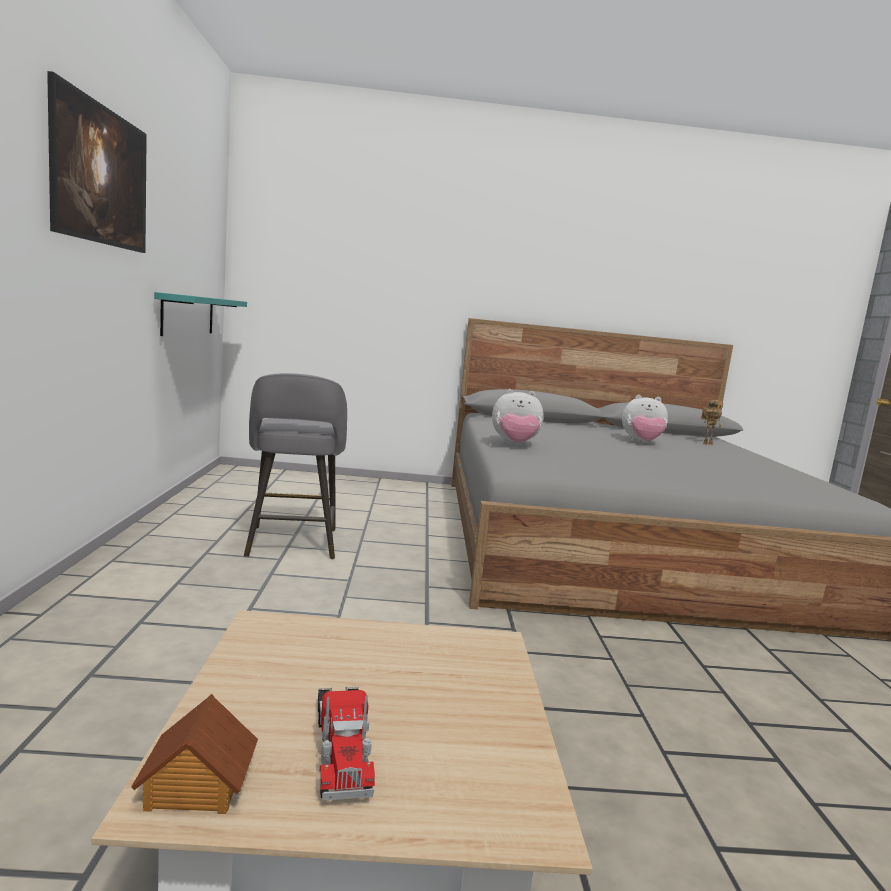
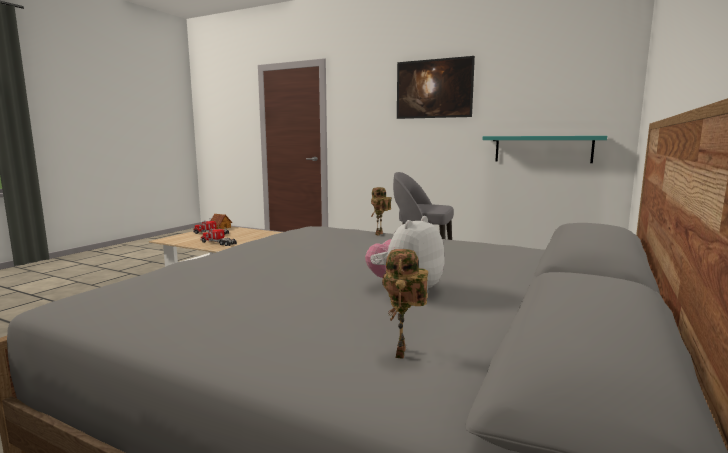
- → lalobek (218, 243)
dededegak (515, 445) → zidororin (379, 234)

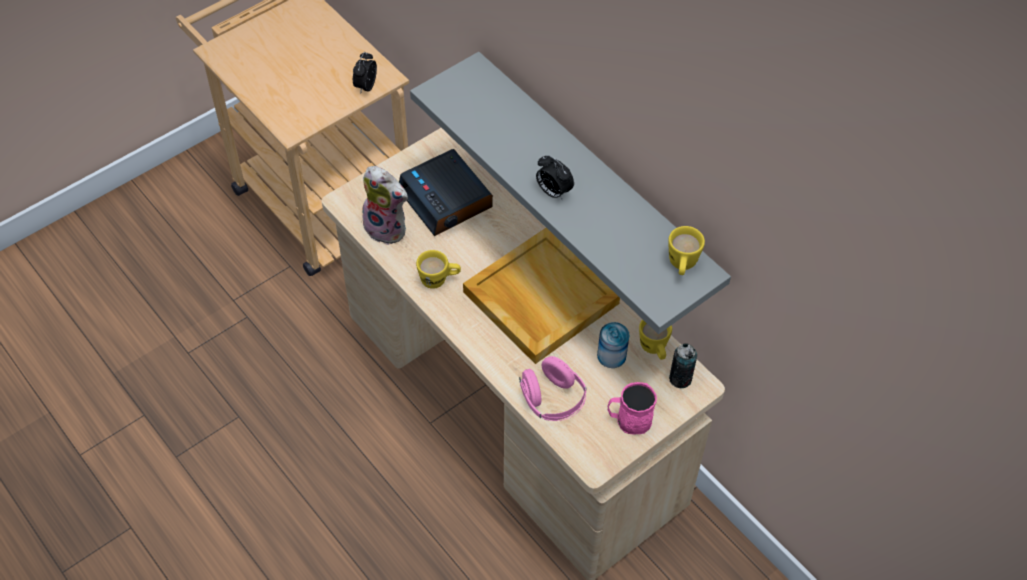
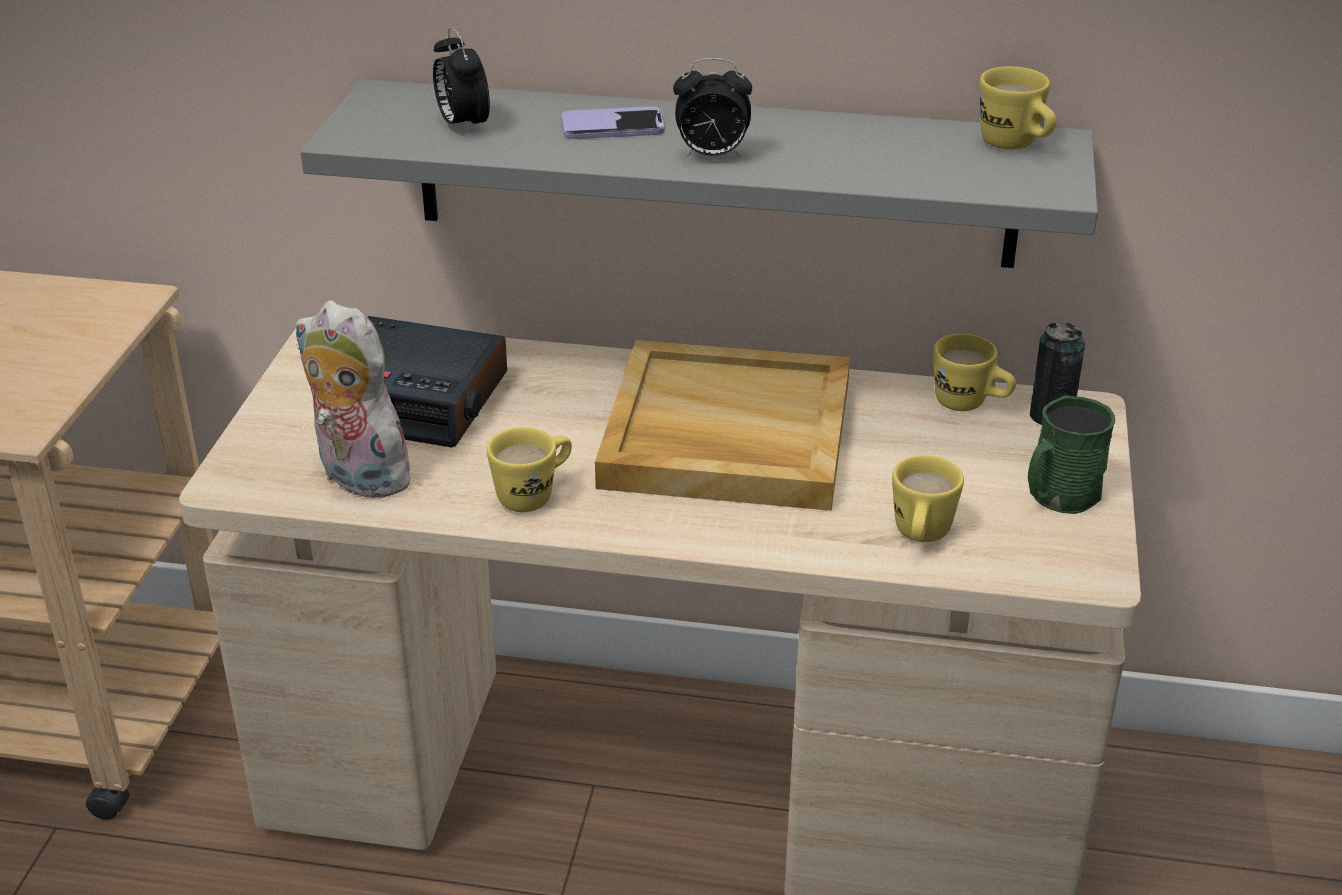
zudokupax (611, 355) → -
- → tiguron (612, 127)
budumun (365, 86) → budumun (462, 125), shifted
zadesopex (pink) (552, 400) → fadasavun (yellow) (920, 537)
fadasavun (pink) (629, 420) → fadasavun (green) (1058, 497)
dededegak (388, 228) → dededegak (357, 477), 135 degrees counterclockwise

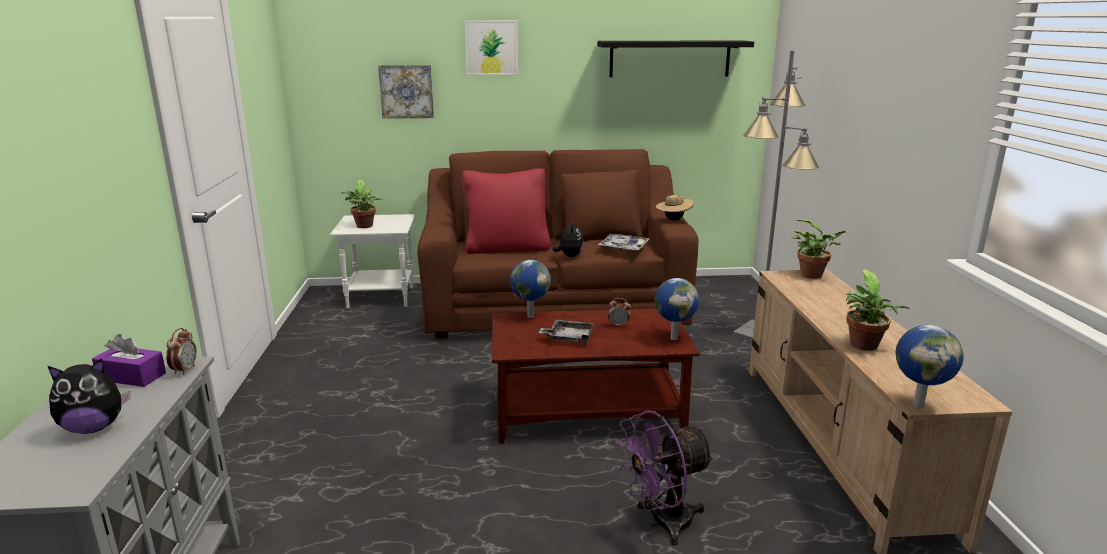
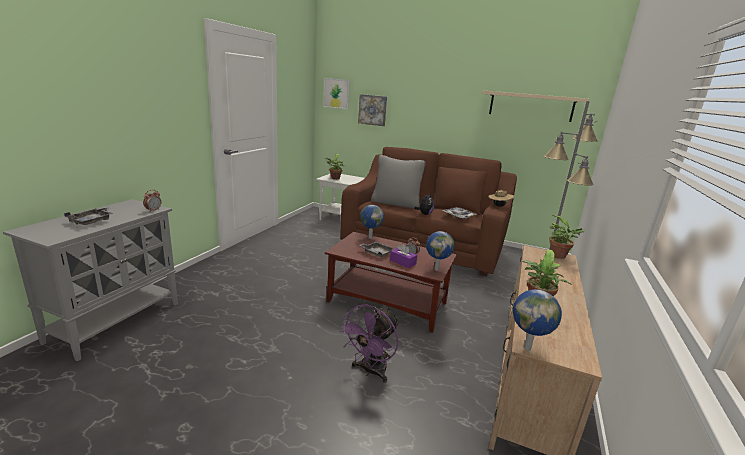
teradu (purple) (132, 376) → teradu (purple) (402, 262), shifted
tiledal (491, 47) → tiledal (336, 93), shifted
dededegak (94, 428) → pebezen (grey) (92, 221)
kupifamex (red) (507, 248) → kupifamex (grey) (396, 203)
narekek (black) (669, 58) → narekek (beige) (531, 106)
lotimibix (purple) (662, 523) → lotimibix (purple) (370, 371), 60 degrees counterclockwise

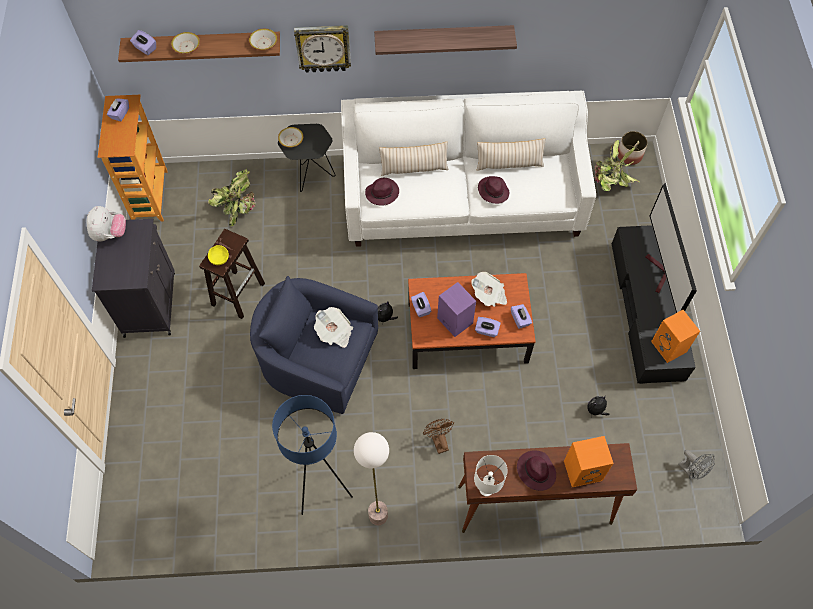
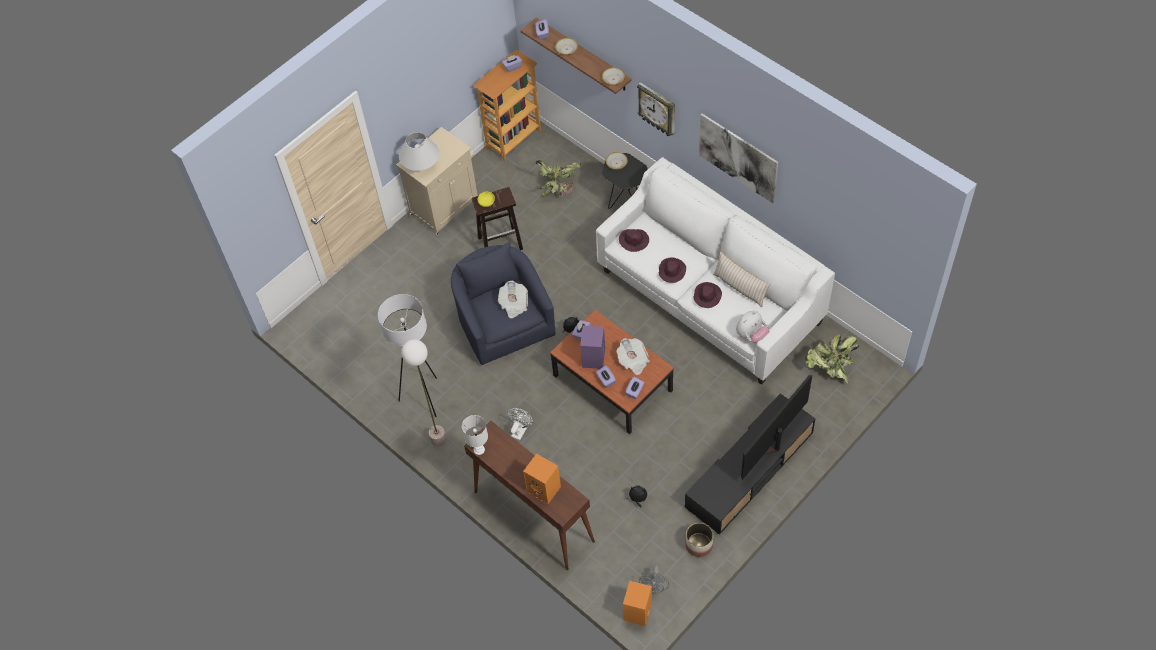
kupifamex (beige) (414, 168) → -
- → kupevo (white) (421, 165)
dededegak (110, 234) → dededegak (751, 335), shifted
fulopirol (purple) (535, 471) → fulopirol (purple) (672, 271), shifted
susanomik (629, 155) → susanomik (699, 544), shifted
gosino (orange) (669, 347) → gosino (orange) (638, 612), shifted
narekek (443, 38) → tiledal (738, 157)
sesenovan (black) (150, 302) → sesenovan (beige) (445, 207)
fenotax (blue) (322, 490) → fenotax (white) (424, 398)
lotimibix (brown) (438, 440) → lotimibix (white) (520, 430)

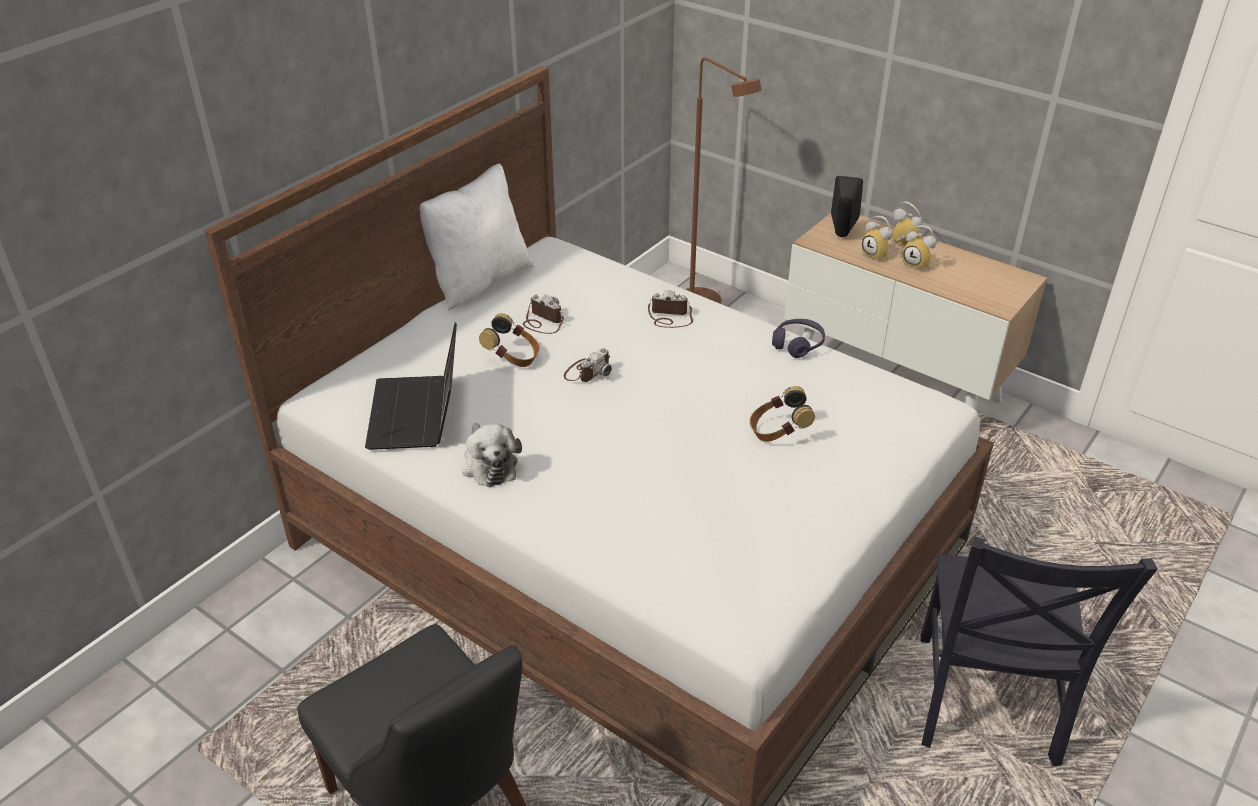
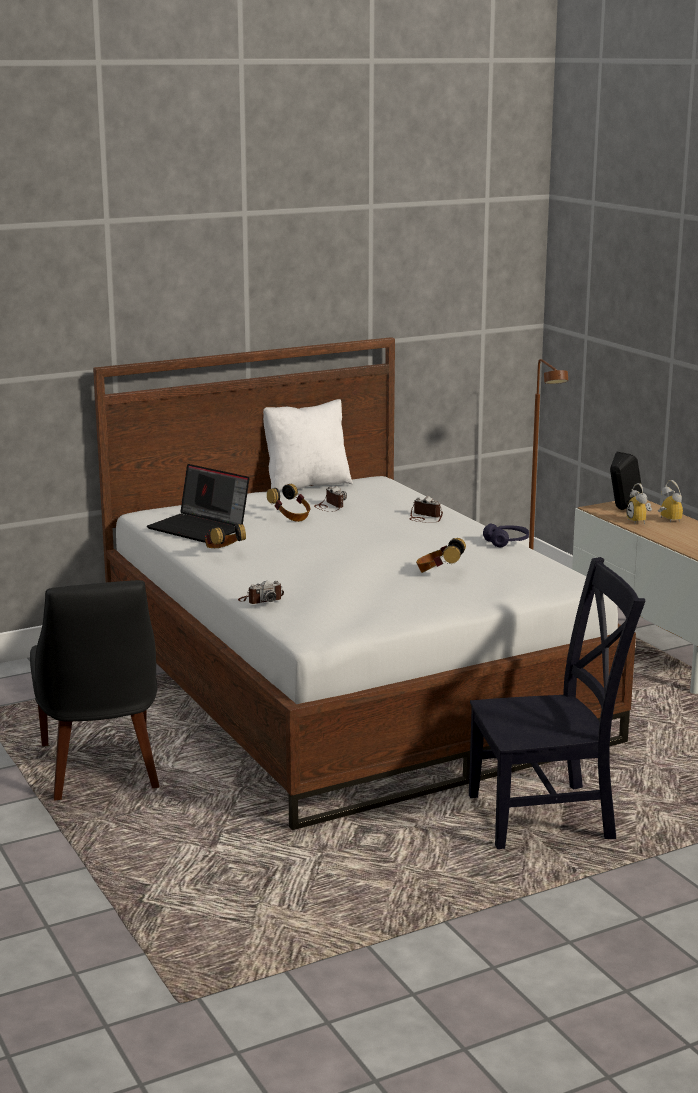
budumun (918, 264) → -
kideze (587, 371) → kideze (261, 600), shifted
dededegak (489, 464) → zadesopex (224, 552)
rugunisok (417, 415) → rugunisok (200, 528), 75 degrees counterclockwise
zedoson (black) (984, 705) → zedoson (black) (547, 817), 135 degrees counterclockwise

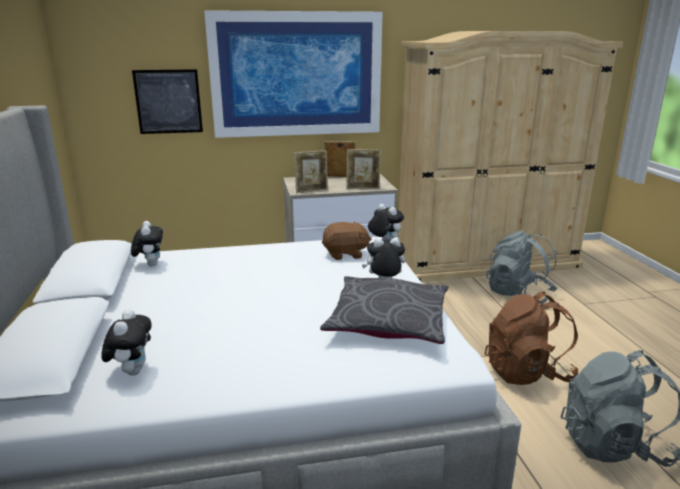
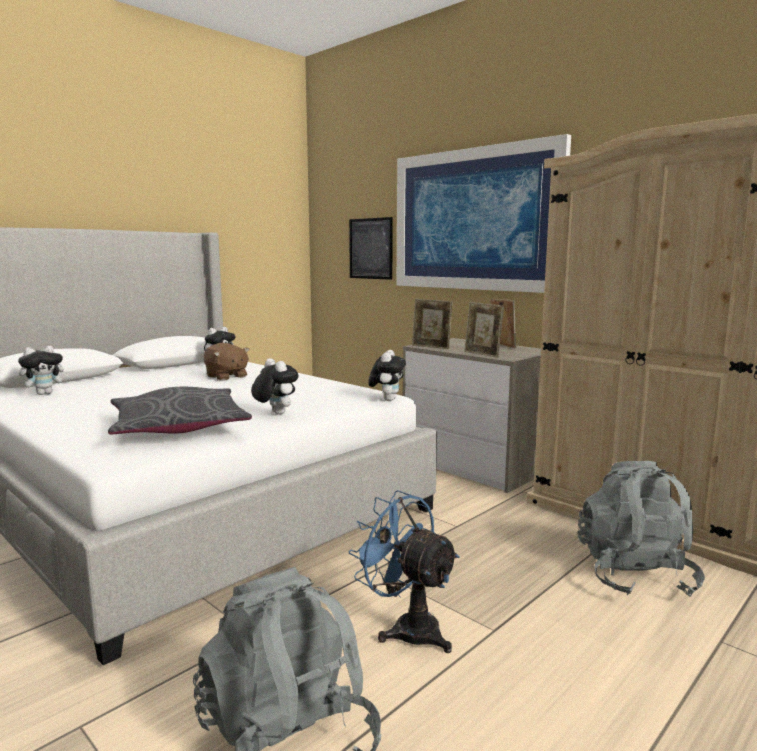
dededegak (brown) (345, 254) → dededegak (brown) (226, 377), shifted
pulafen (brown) (527, 372) → lotimibix (blue) (407, 628)

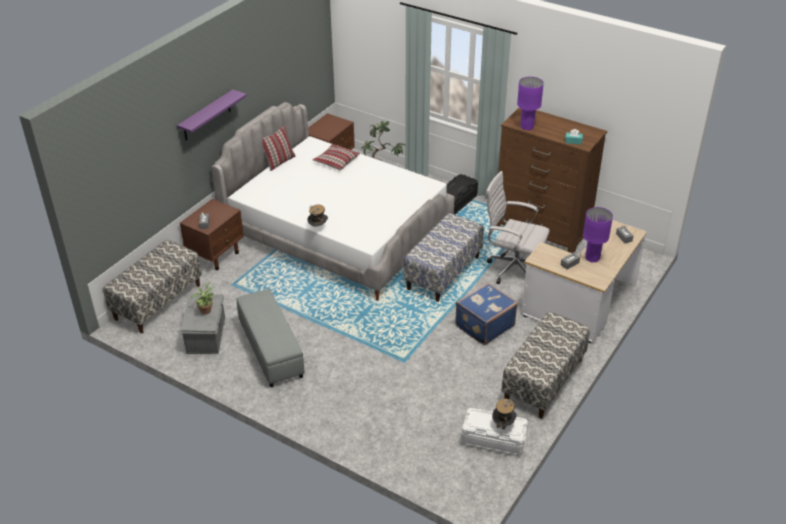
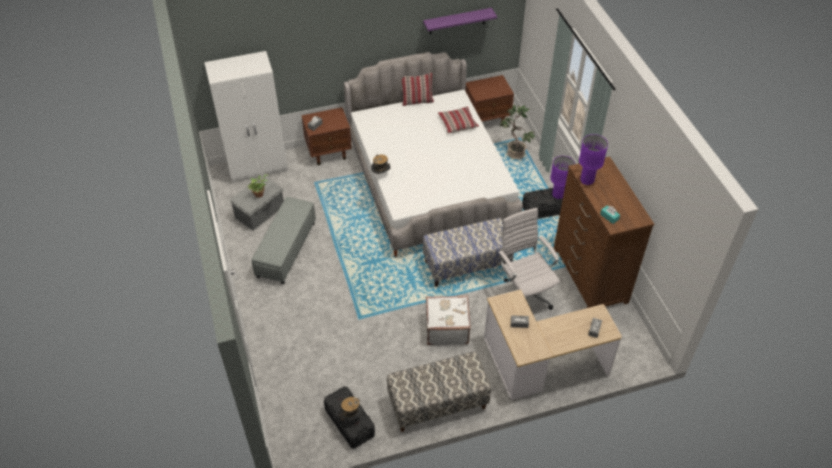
narekek (purple) (207, 116) → narekek (purple) (457, 21), shifted
kupevo (purple) (592, 258) → kupevo (purple) (558, 194), shifted
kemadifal (158, 302) → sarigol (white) (258, 167)
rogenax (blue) (484, 325) → rogenax (white) (446, 328)
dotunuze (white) (493, 440) → dotunuze (black) (349, 422)

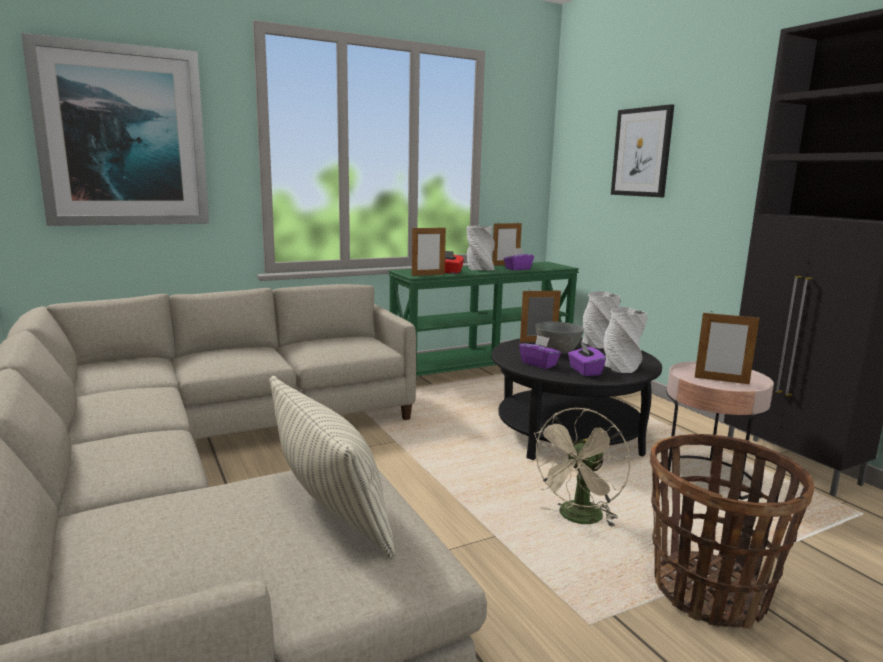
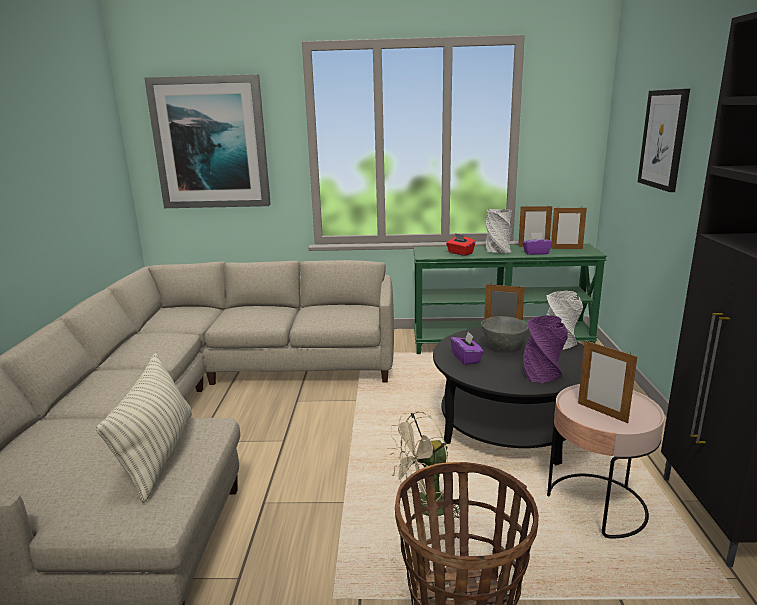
teradu (purple) (584, 371) → -
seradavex (428, 275) → seradavex (566, 248), shifted
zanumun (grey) (620, 366) → zanumun (purple) (542, 374)

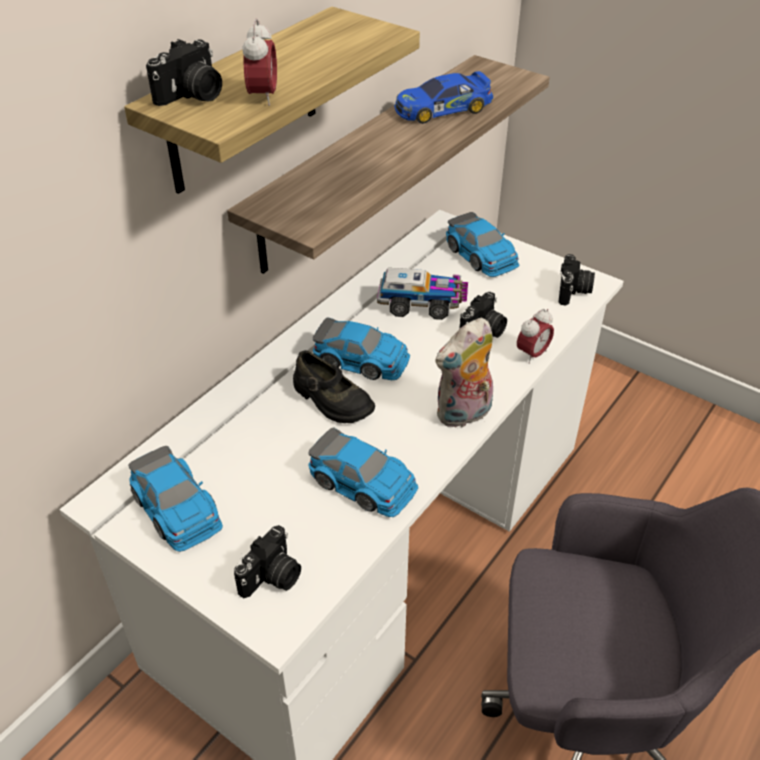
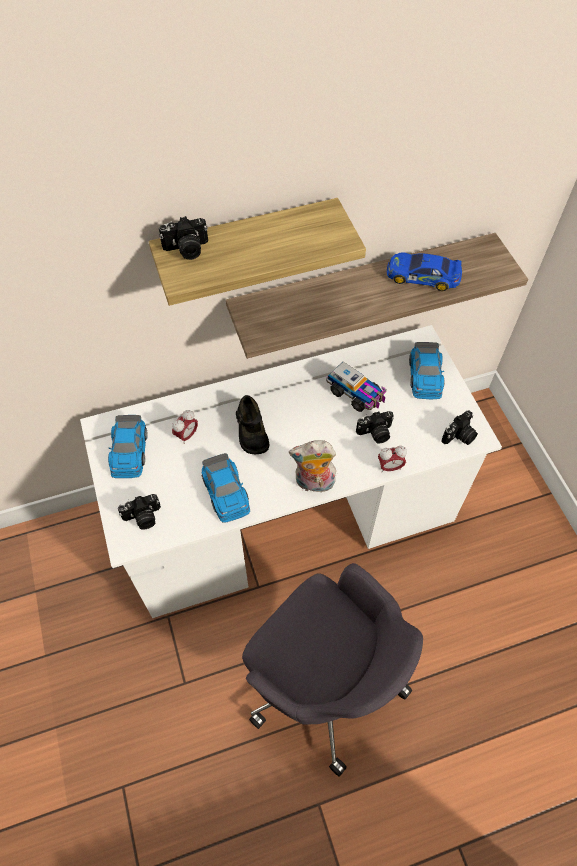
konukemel (362, 360) → -
budumun (263, 97) → budumun (187, 435), shifted

